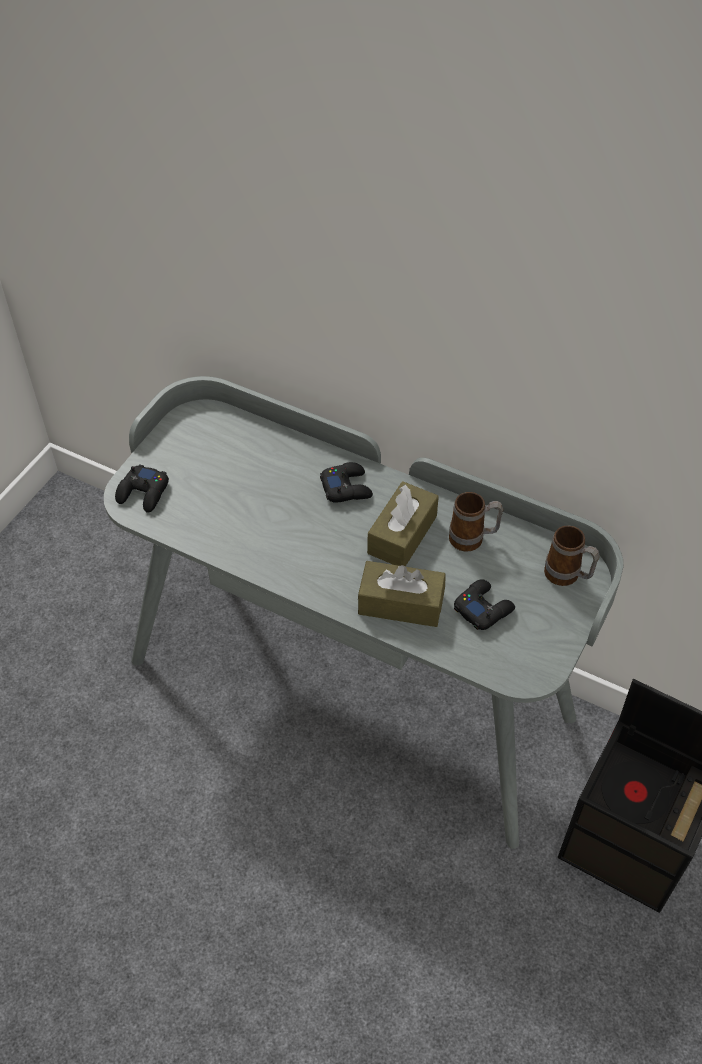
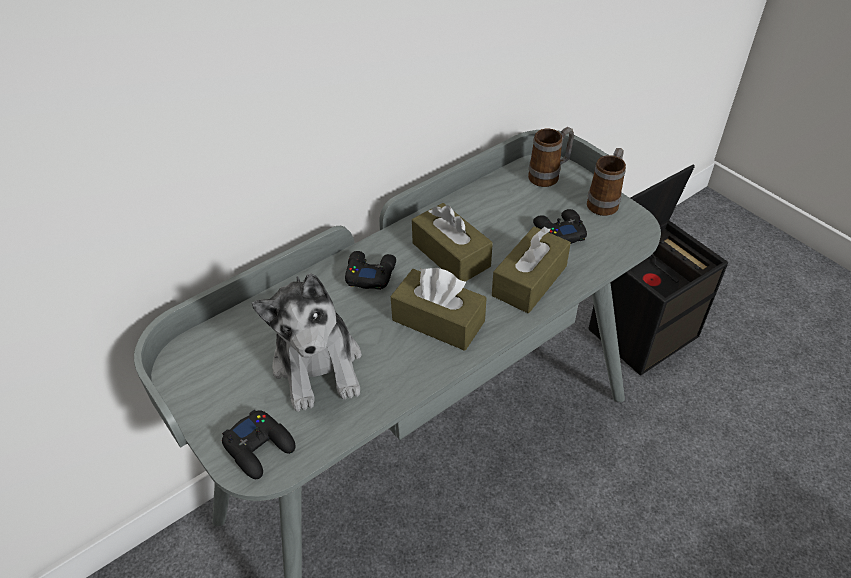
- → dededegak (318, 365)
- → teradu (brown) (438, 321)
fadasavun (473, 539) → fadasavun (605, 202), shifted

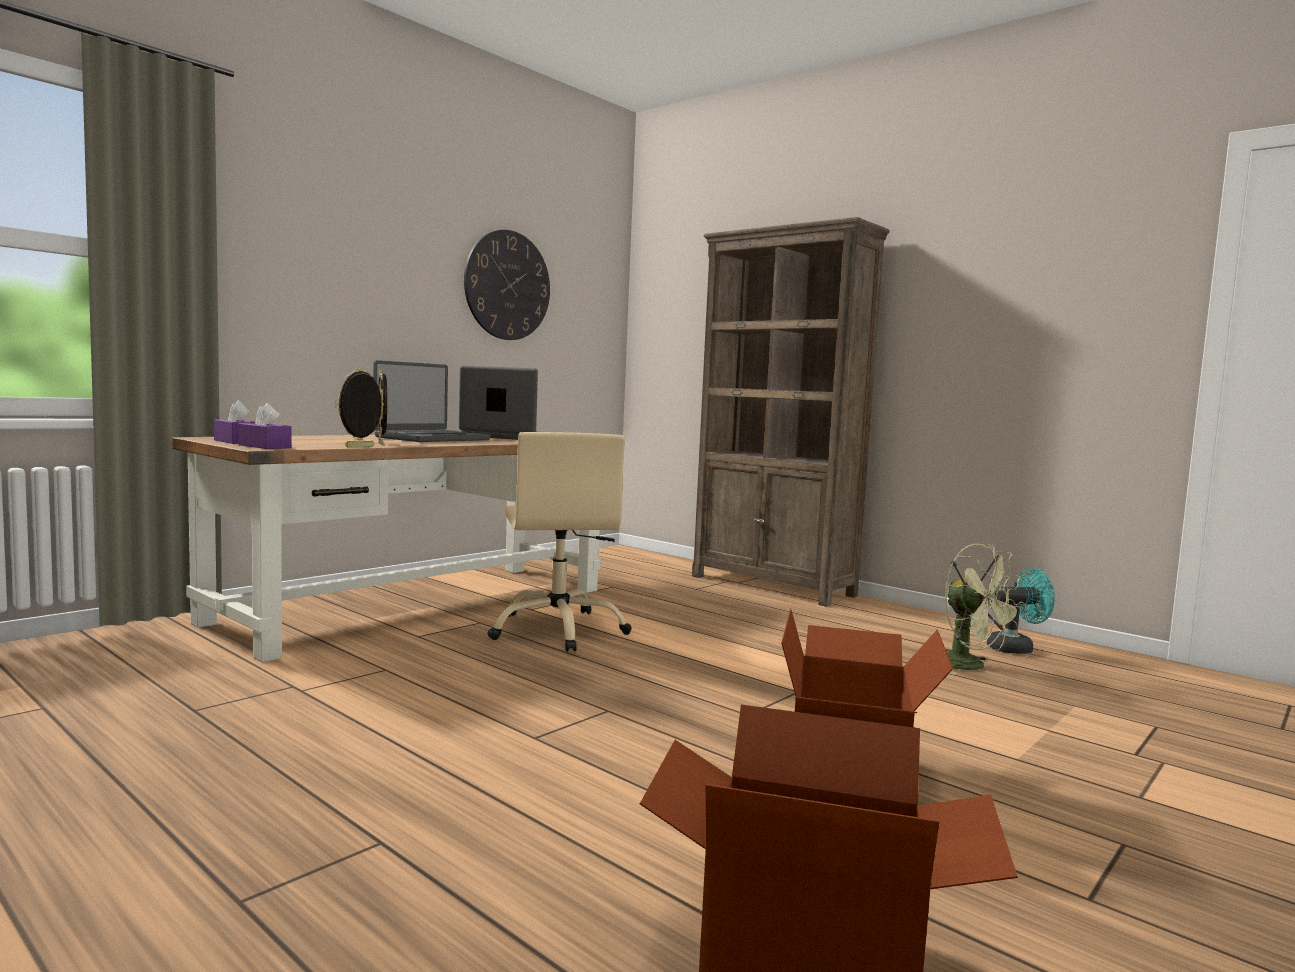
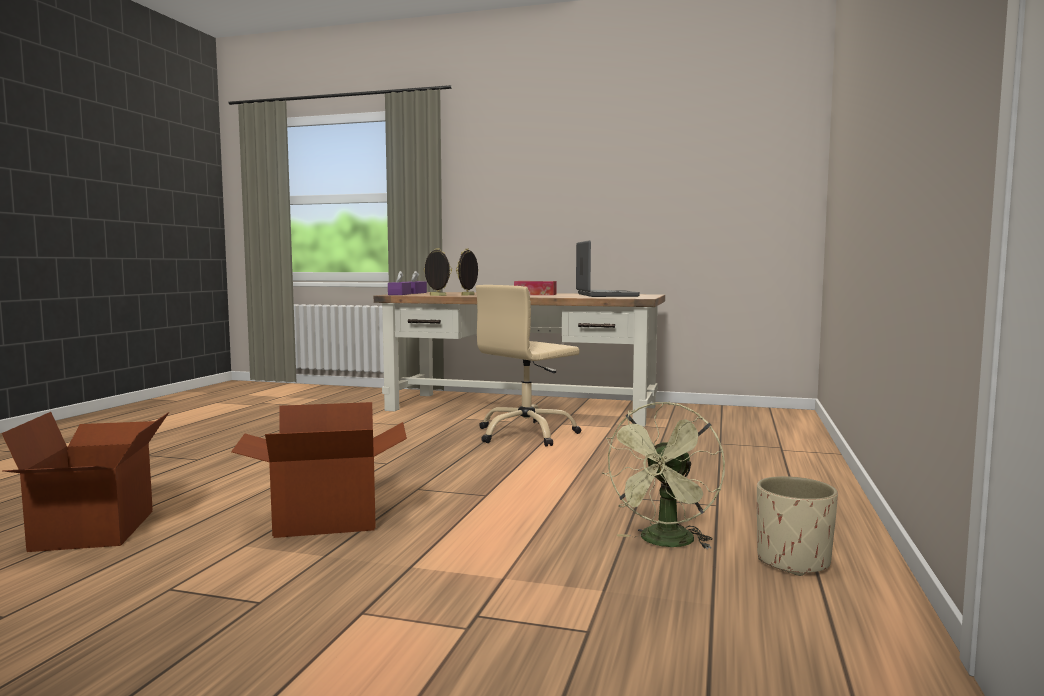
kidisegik (507, 285) → -
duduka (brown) (773, 586) → -
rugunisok (431, 438) → teradu (535, 294)
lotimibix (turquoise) (1016, 648) → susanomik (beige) (793, 561)

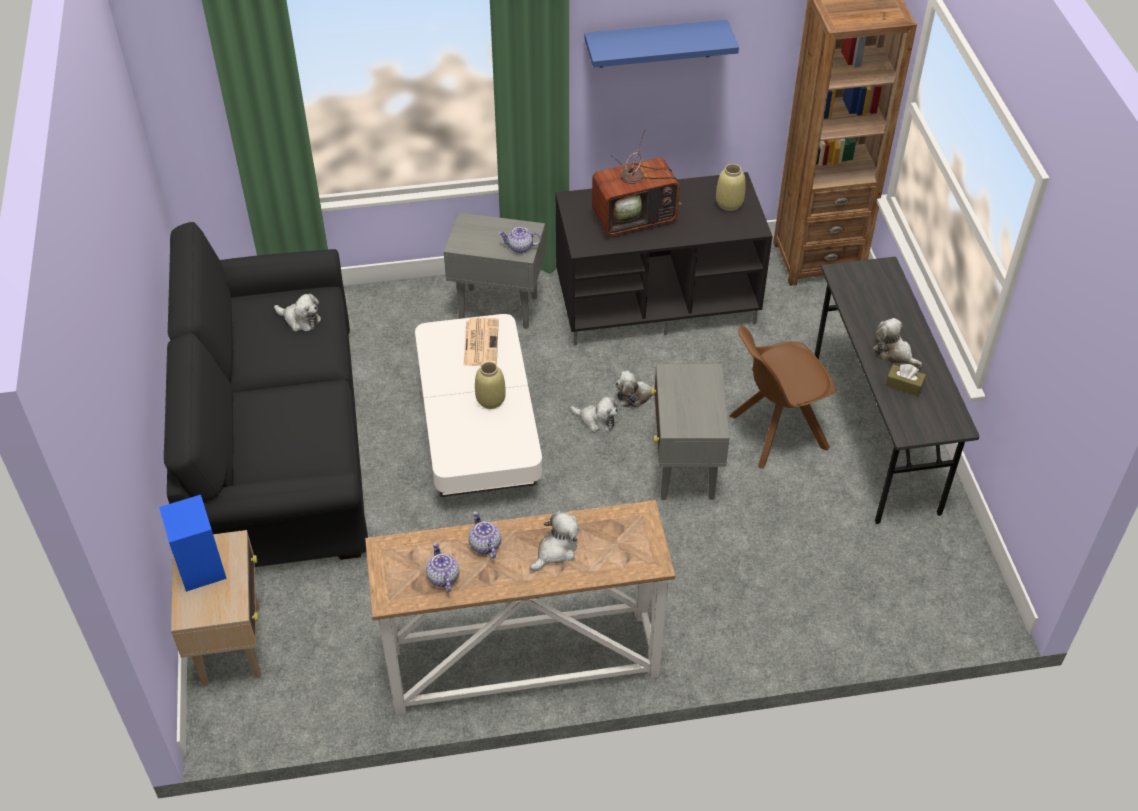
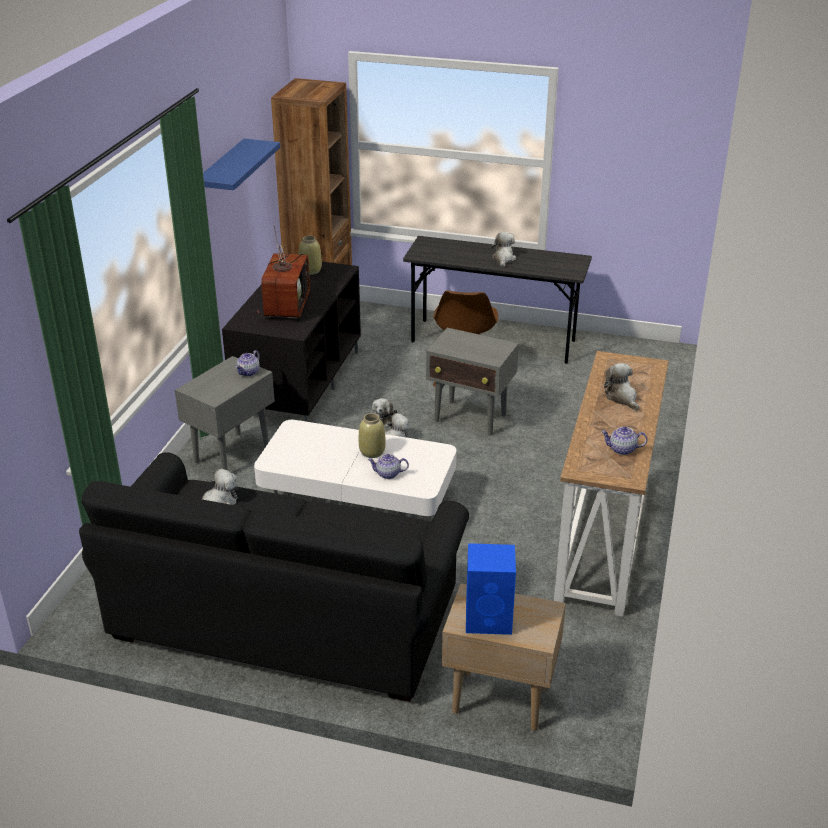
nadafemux (480, 342) → -
teradu (brown) (904, 385) → -
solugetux (484, 545) → solugetux (388, 474), shifted
dededegak (894, 353) → dededegak (503, 259), 120 degrees clockwise

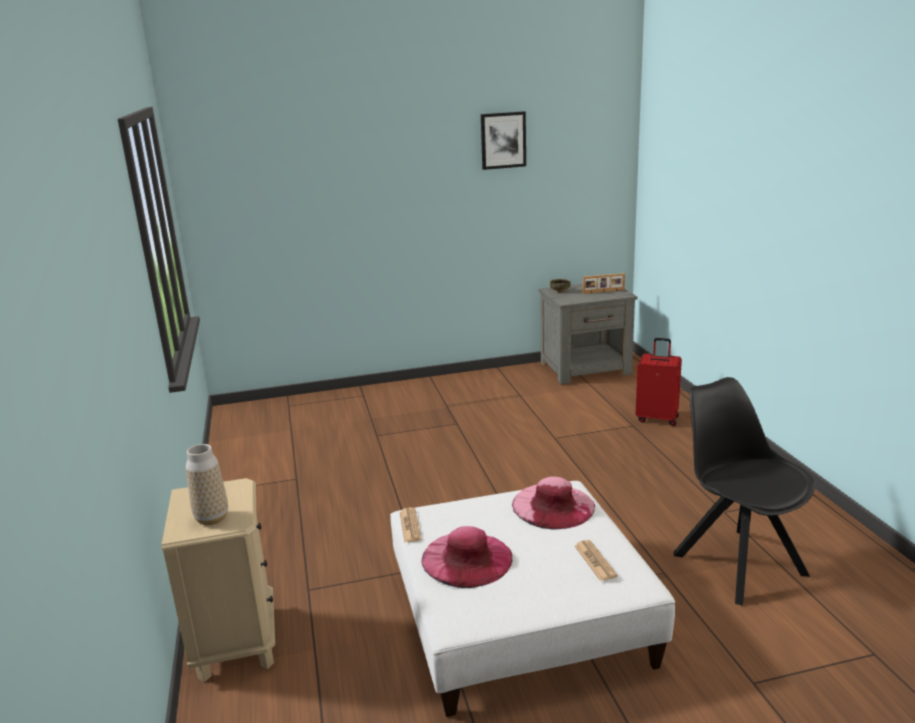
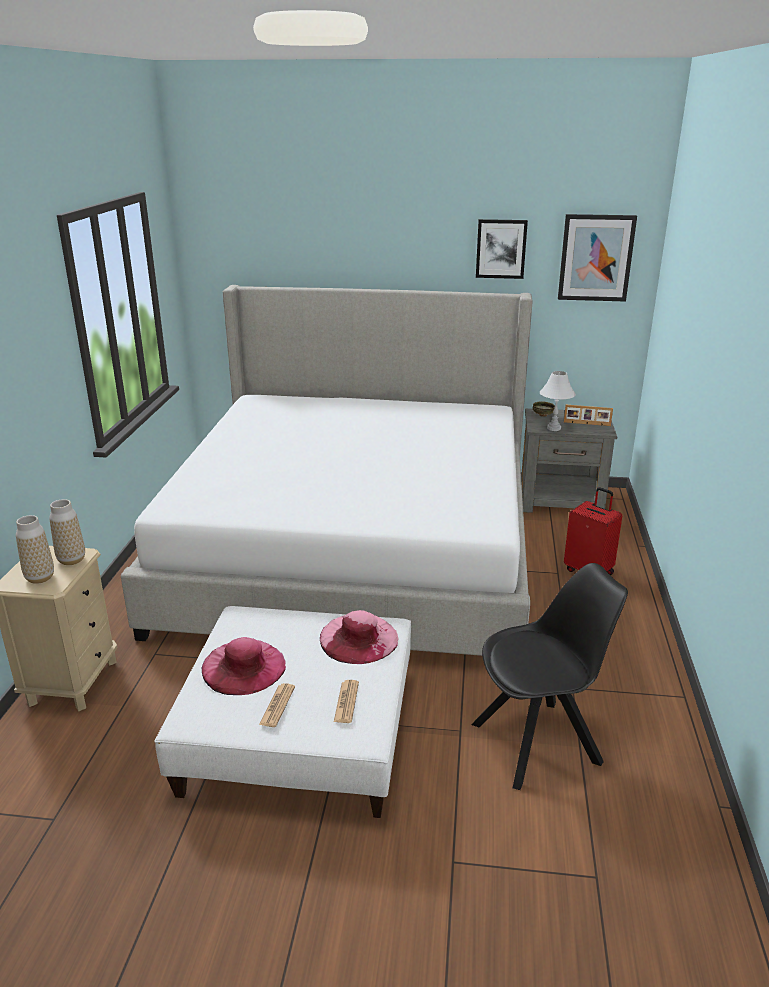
- → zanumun (71, 560)
- → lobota (355, 550)
- → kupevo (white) (553, 428)
- → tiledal (596, 258)
nadafemux (410, 525) → nadafemux (277, 706), shifted
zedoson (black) (736, 562) → zedoson (black) (539, 742), 75 degrees clockwise

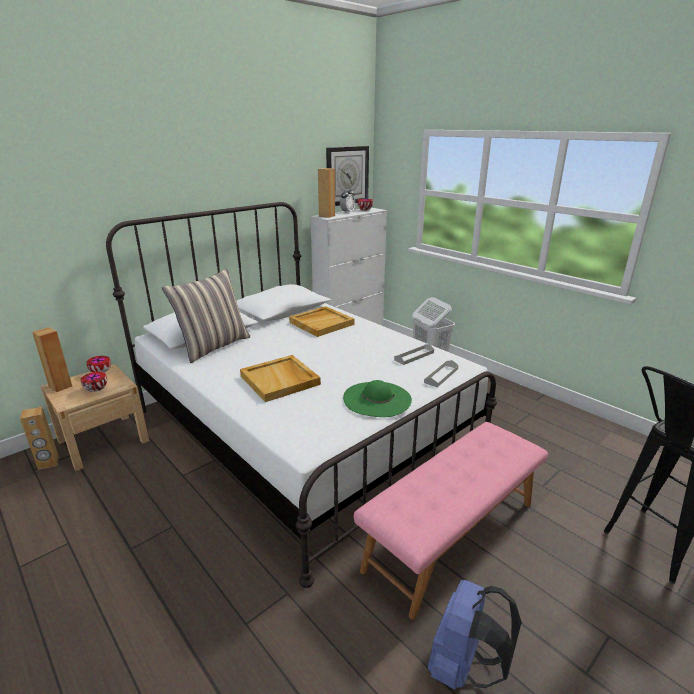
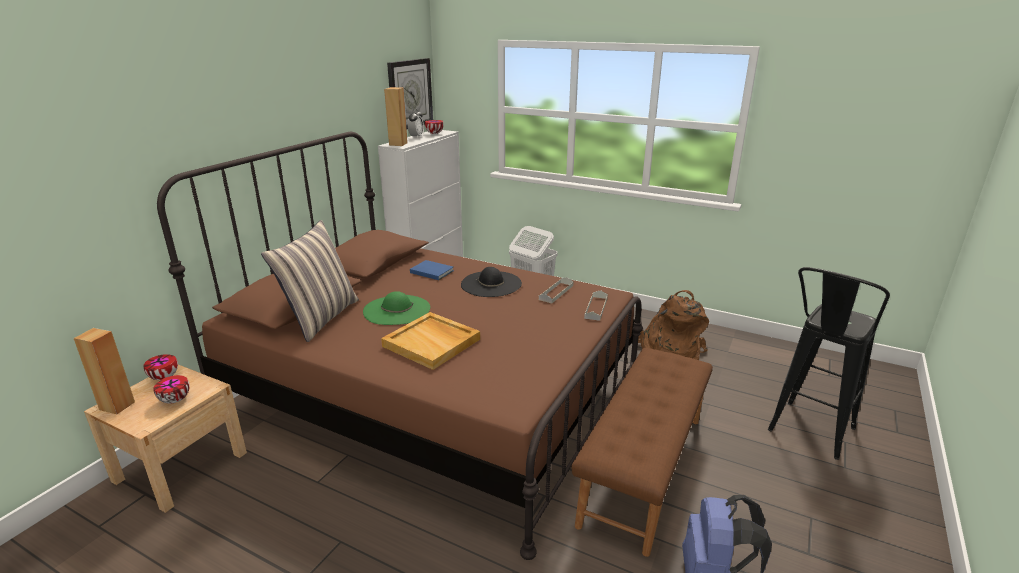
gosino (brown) (48, 463) → -
- → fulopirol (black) (491, 284)
- → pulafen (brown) (669, 352)
fulopirol (green) (377, 399) → fulopirol (green) (397, 310), shifted
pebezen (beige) (321, 323) → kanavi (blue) (431, 271)
lobota (white) (303, 429) → lobota (brown) (434, 398)
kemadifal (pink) (451, 534) → kemadifal (brown) (642, 468)

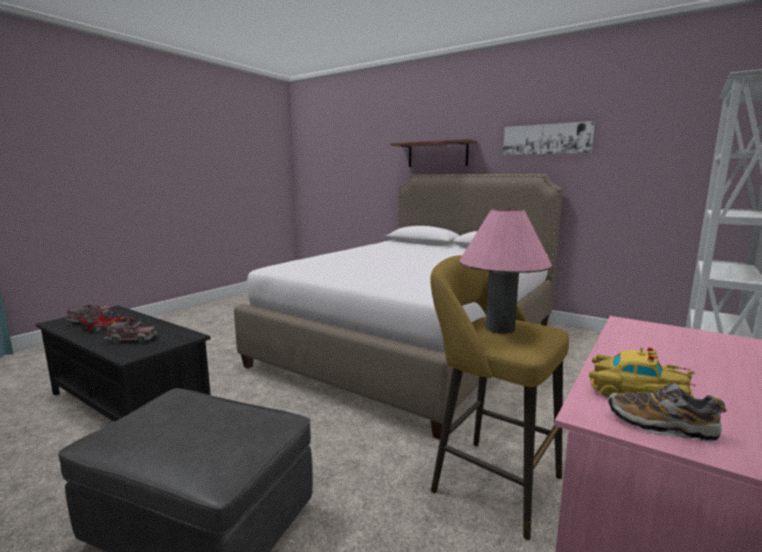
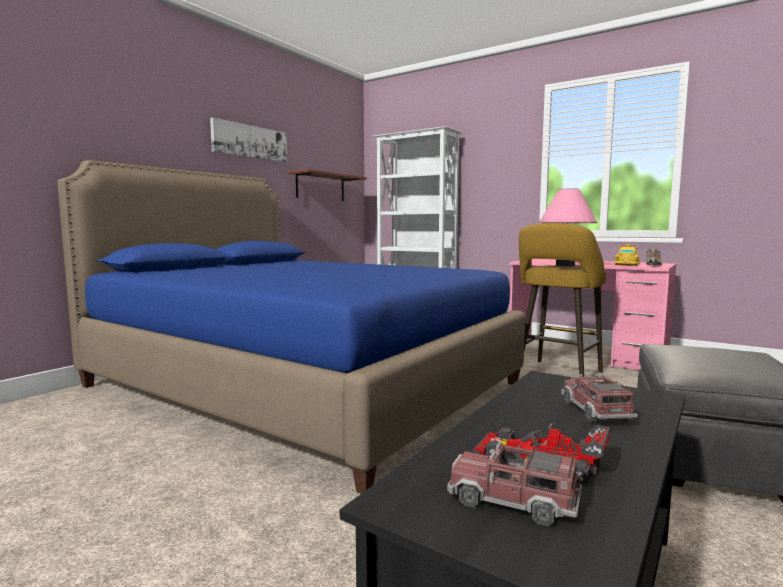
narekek (437, 154) → narekek (320, 187), shifted
lobota (white) (414, 343) → lobota (blue) (301, 385)

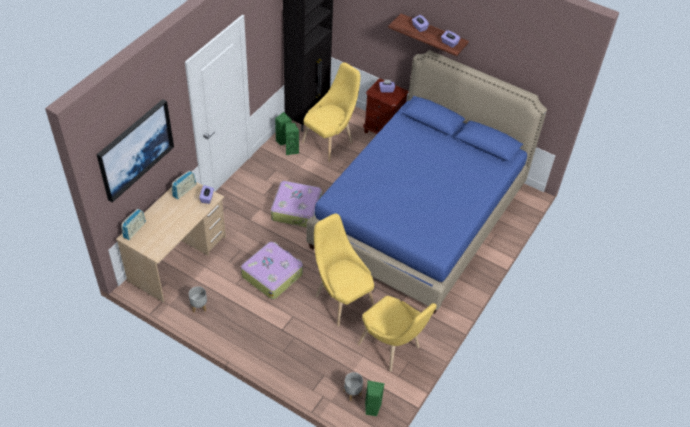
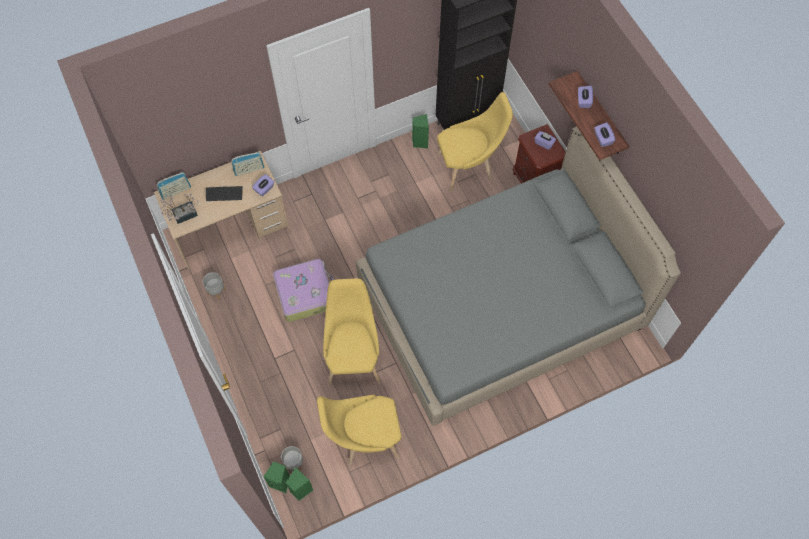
tiledal (135, 149) → -
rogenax (297, 209) → -
- → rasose (182, 215)
- → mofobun (224, 194)
gosino (green) (291, 150) → gosino (green) (281, 482), shifted
lobota (blue) (419, 215) → lobota (grey) (500, 305)
zedoson (yellow) (392, 348) → zedoson (yellow) (364, 438), 90 degrees clockwise

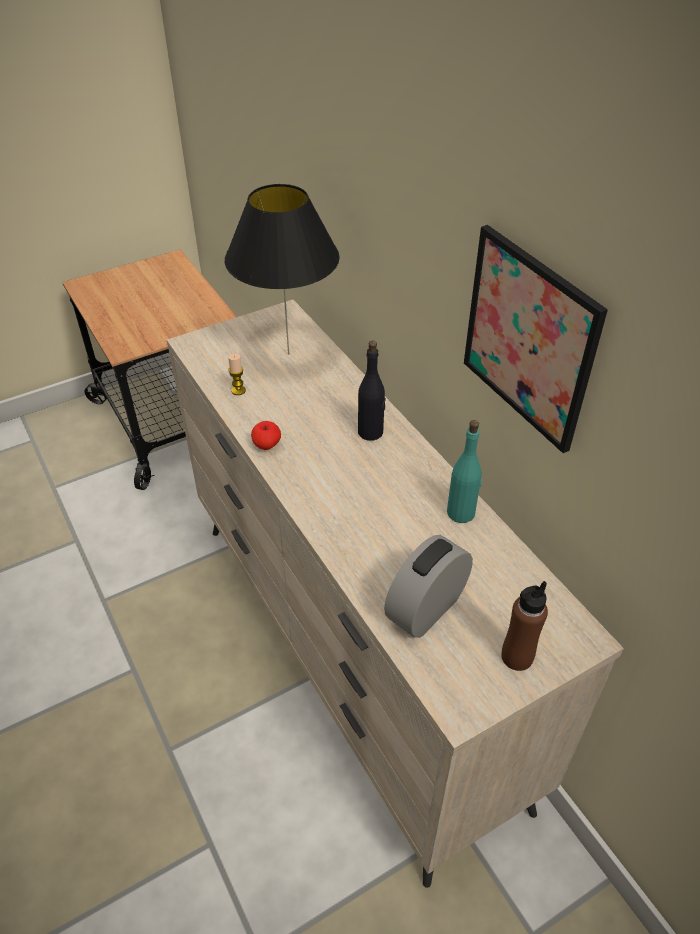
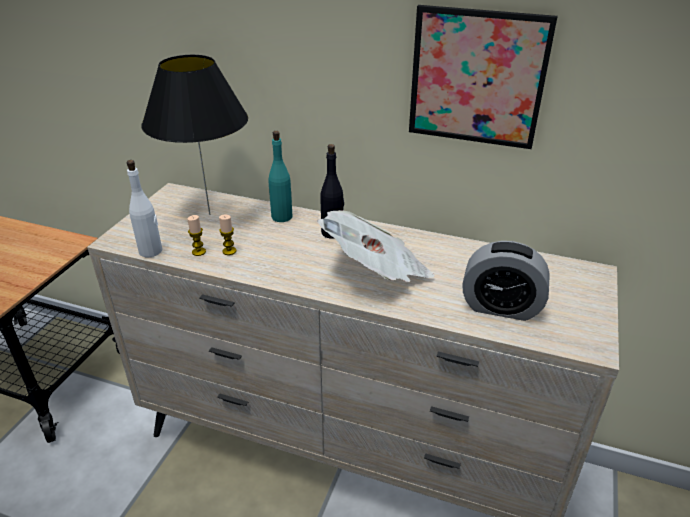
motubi (267, 446) → -
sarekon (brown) (516, 656) → -
- → sarekon (white) (151, 251)
- → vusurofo (229, 251)
- → nadafemux (377, 271)
sarekon (turquoise) (461, 512) → sarekon (turquoise) (282, 216), shifted
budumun (426, 608) → budumun (500, 307), 75 degrees counterclockwise

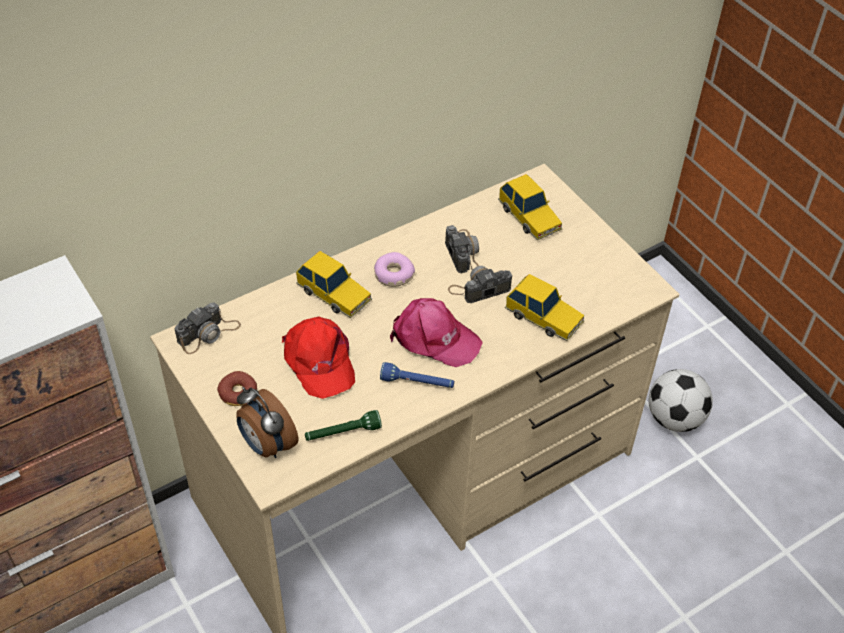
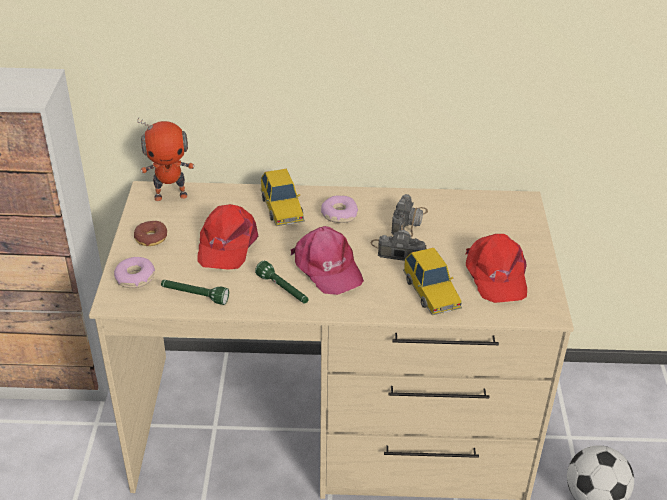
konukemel (529, 217) → -
- → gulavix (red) (496, 275)
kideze (208, 333) → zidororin (171, 195)
budumun (266, 445) → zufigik (135, 278)
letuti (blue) (417, 383) → letuti (green) (283, 290)

